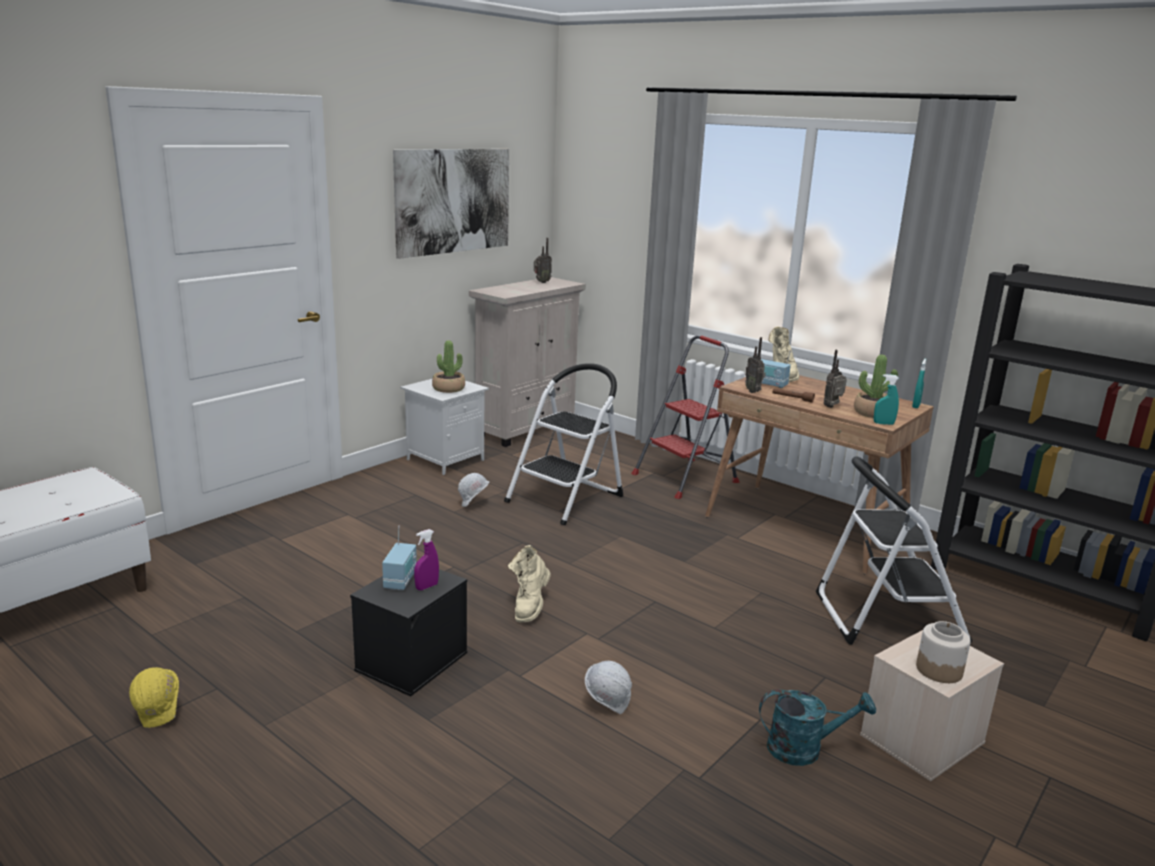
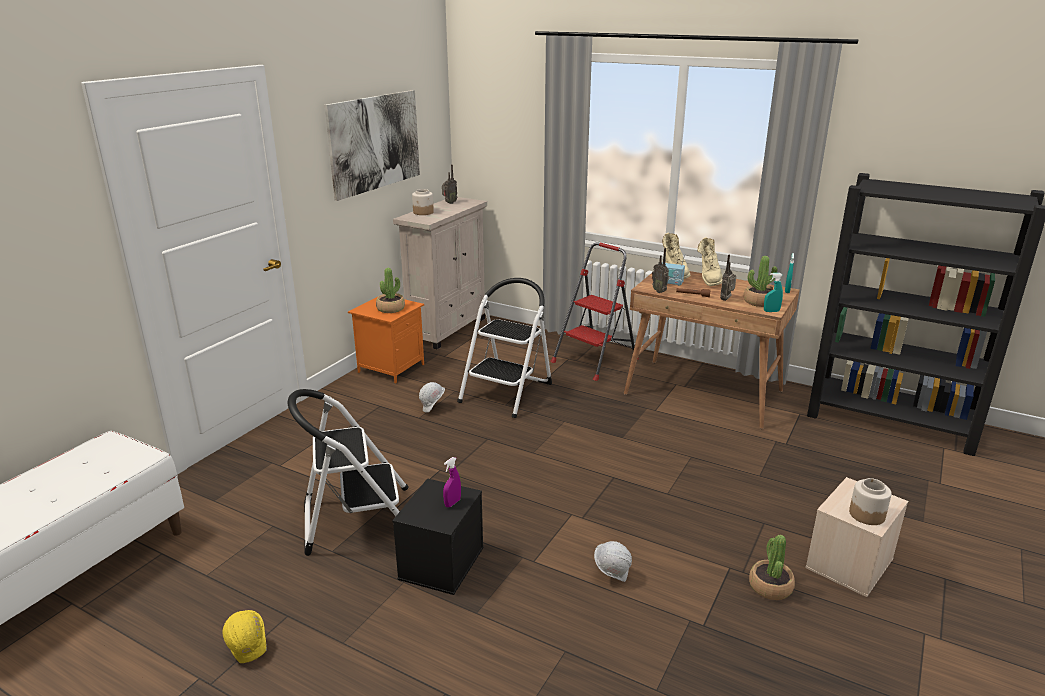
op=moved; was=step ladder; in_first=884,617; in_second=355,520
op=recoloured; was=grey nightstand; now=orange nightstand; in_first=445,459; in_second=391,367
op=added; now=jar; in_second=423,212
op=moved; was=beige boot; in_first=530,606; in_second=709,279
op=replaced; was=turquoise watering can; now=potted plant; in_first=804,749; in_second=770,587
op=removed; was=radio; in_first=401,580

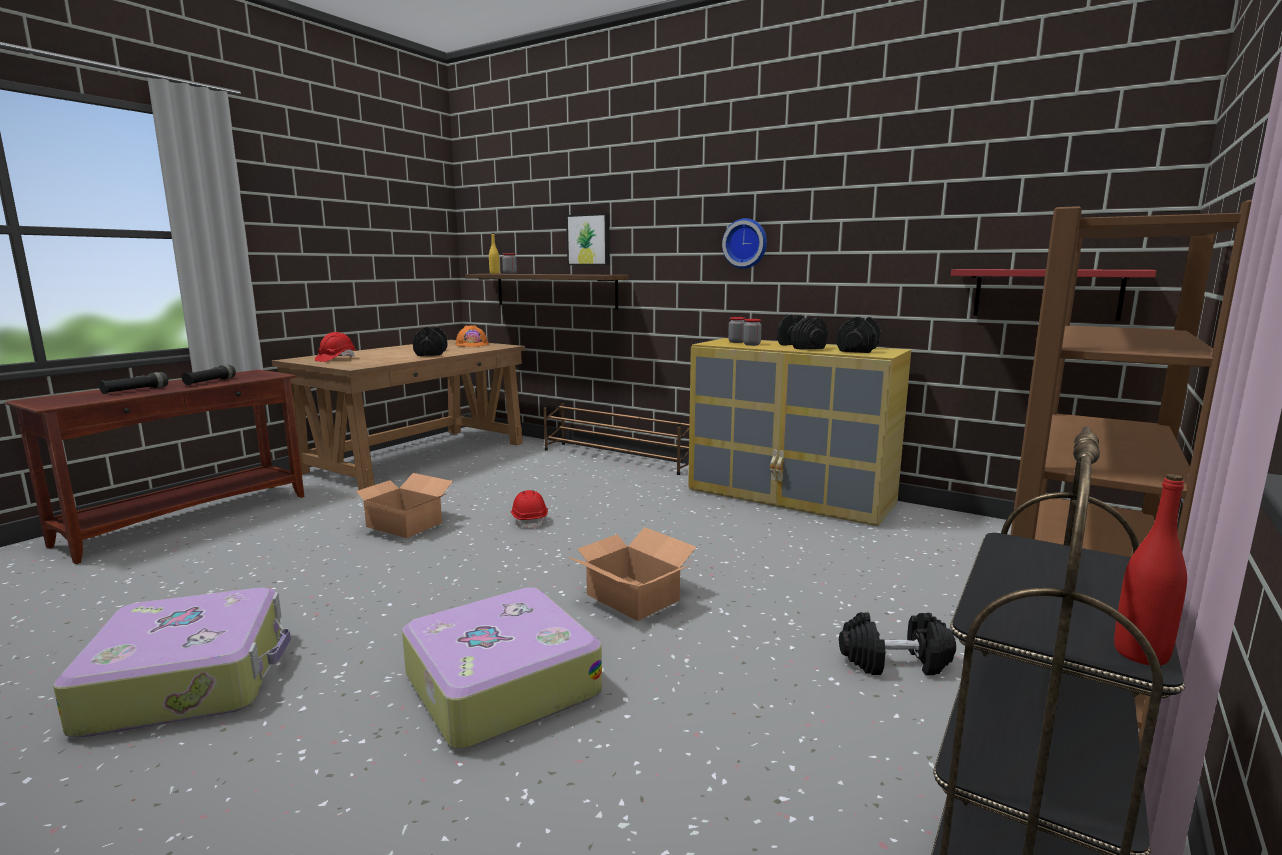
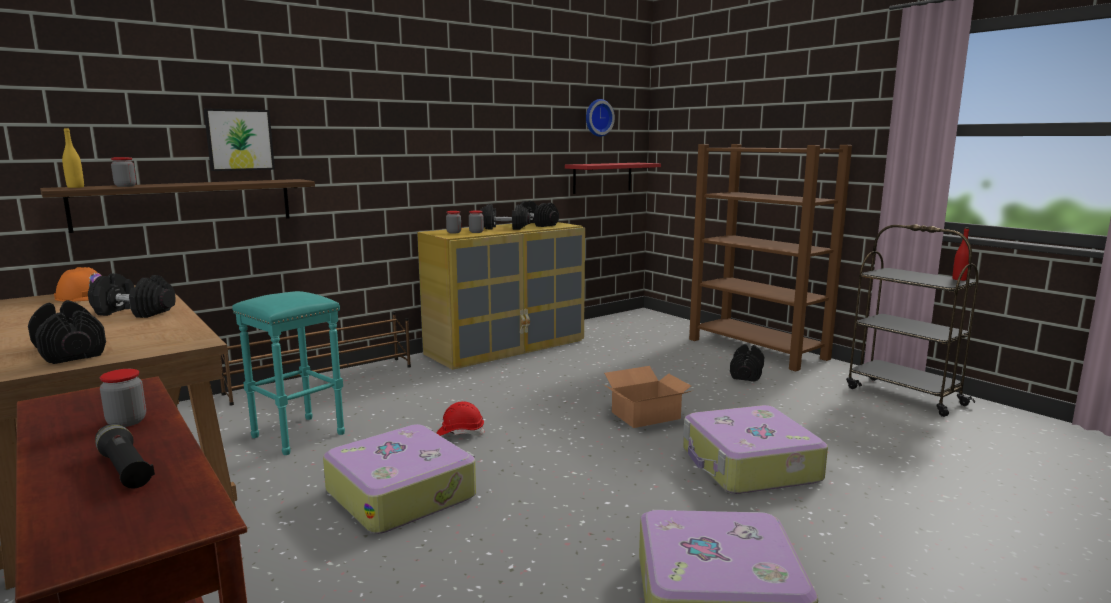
op=replaced; was=red hard hat; now=black dumbbell; in_first=336,359; in_second=69,352
op=replaced; was=black flashlight; now=jar; in_first=210,382; in_second=127,422
op=added; now=turquoise stool; in_second=300,435
op=replaced; was=cardboard box; now=suitcase; in_first=404,524; in_second=402,493
op=moved; was=wall clock; in_first=746,243; in_second=597,118

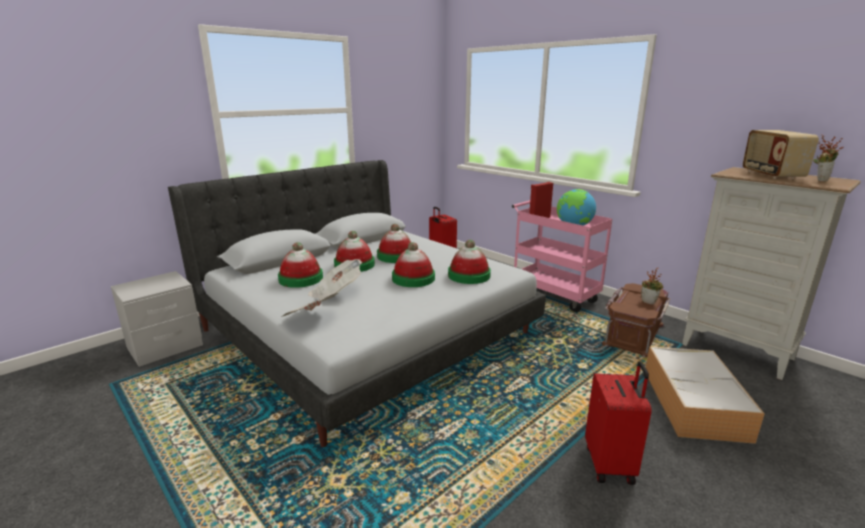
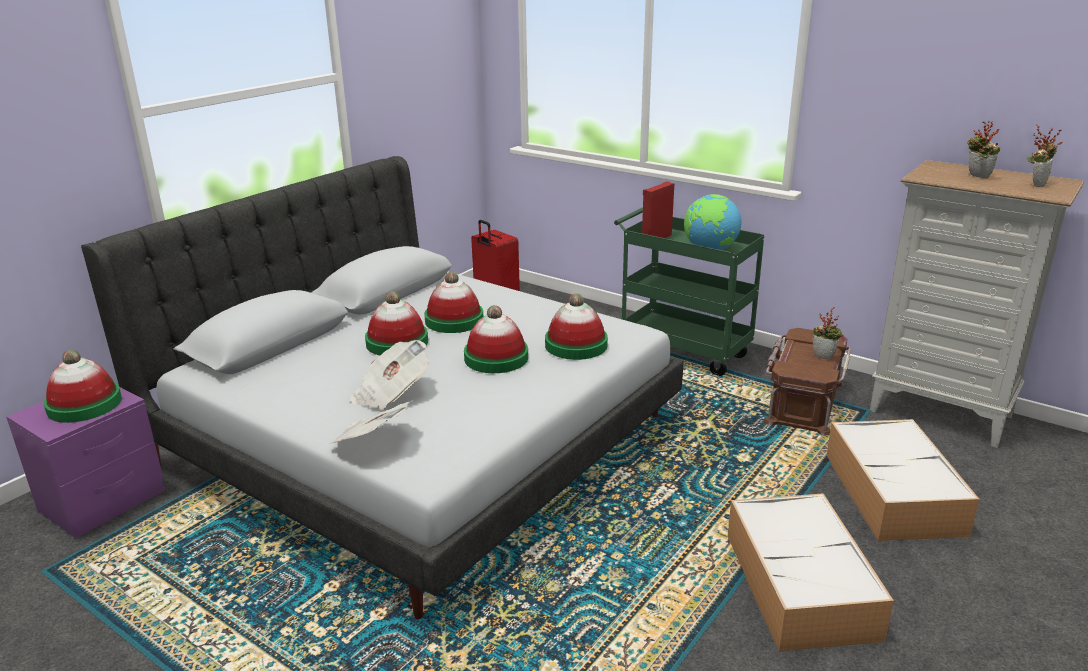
op=recoloured; was=grey nightstand; now=purple nightstand; in_first=165,347; in_second=102,501
op=moved; was=hat; in_first=301,279; in_second=84,404
op=recoloured; was=pink cart; now=green cart; in_first=552,296; in_second=681,352
op=replaced; was=red suitcase; now=storage box; in_first=610,464; in_second=801,587
op=replaced; was=radio; now=potted plant; in_first=770,175; in_second=976,176

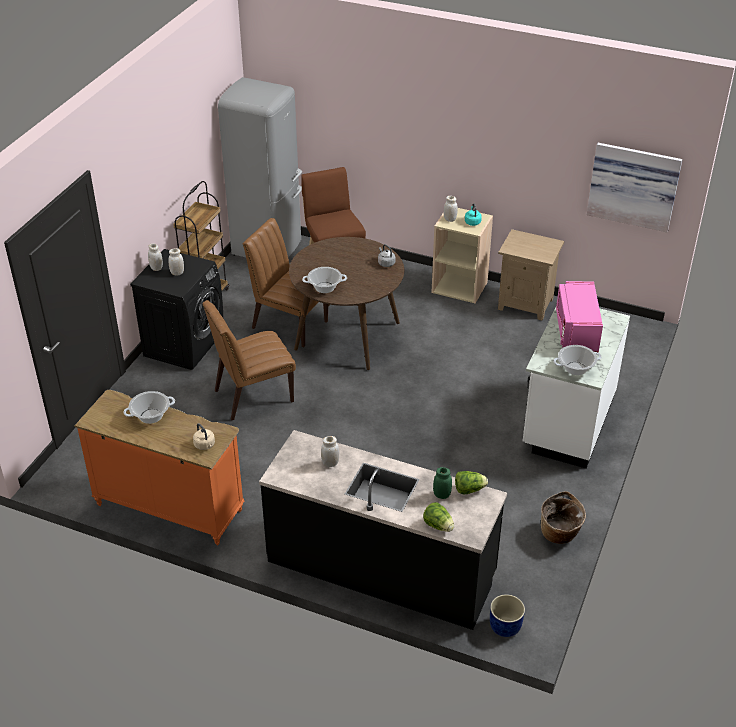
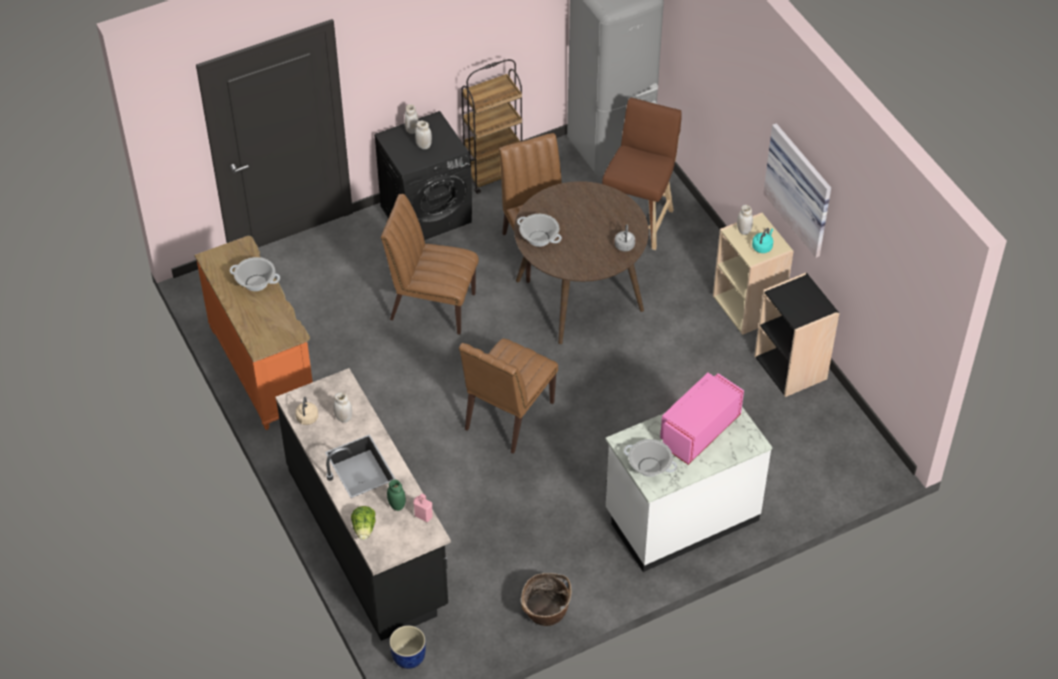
op=moved; was=beige kettle; in_first=205,445; in_second=307,419
op=replaced; was=lettuce; now=pink bottle; in_first=469,489; in_second=423,516
op=added; now=brown chair; in_second=509,415
op=replaced; was=beige nightstand; now=black bookcase; in_first=525,305; in_second=791,368
op=moved; was=picture; in_first=634,185; in_second=801,188

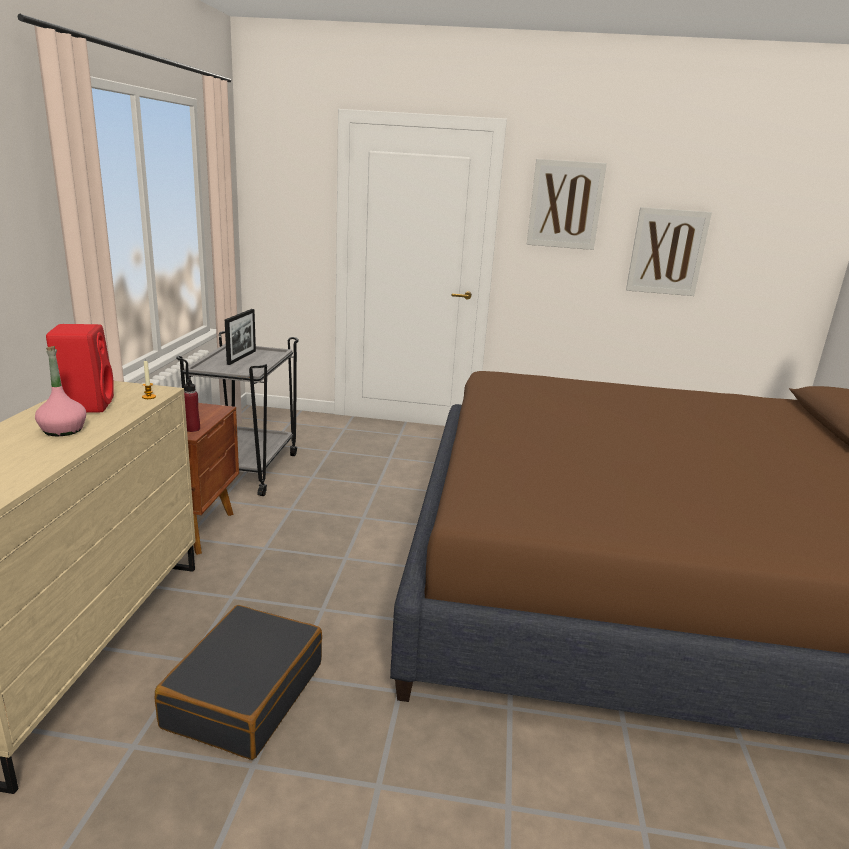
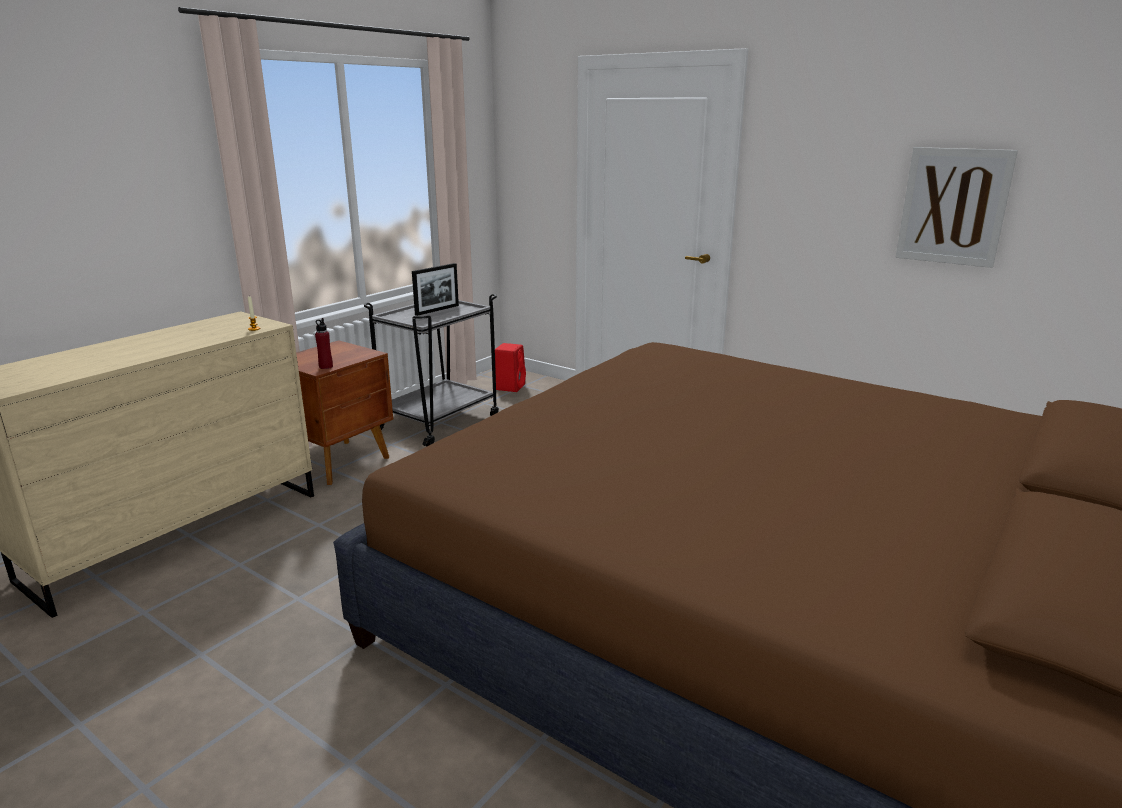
op=moved; was=red speaker; in_first=86,404; in_second=510,387
op=removed; was=pink bottle; in_first=63,430
op=removed; was=black suitcase; in_first=244,694
op=removed; was=picture; in_first=565,204

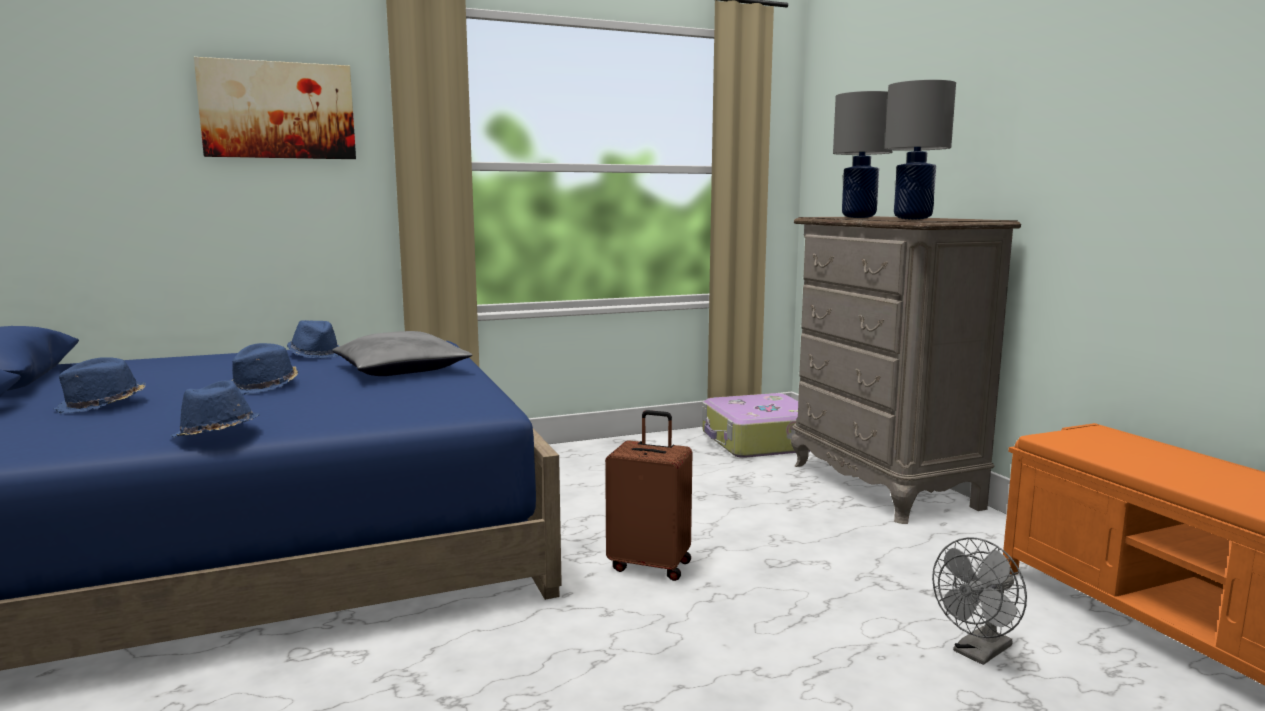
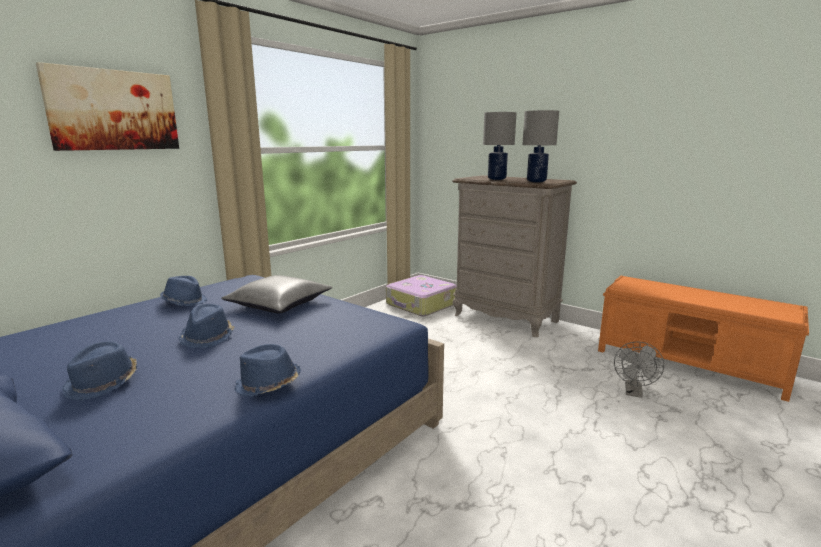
op=removed; was=brown suitcase; in_first=651,565

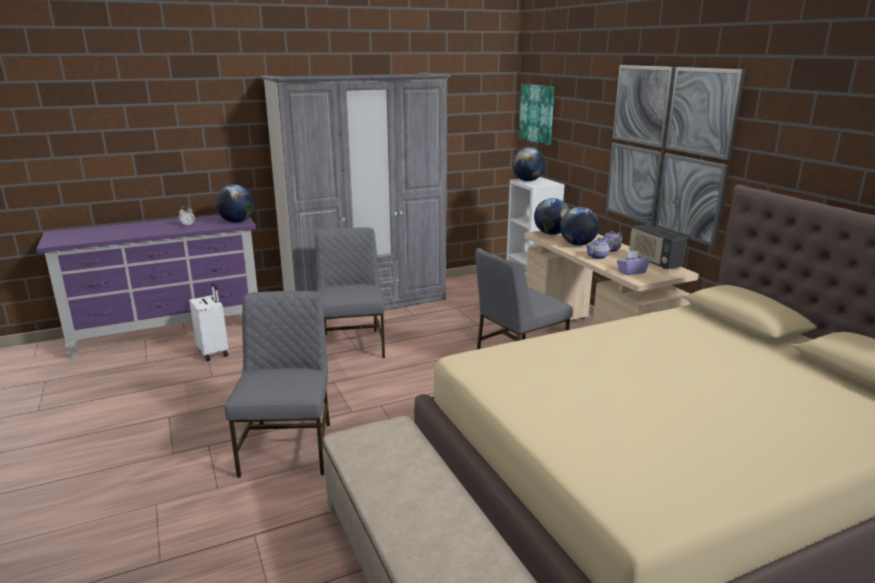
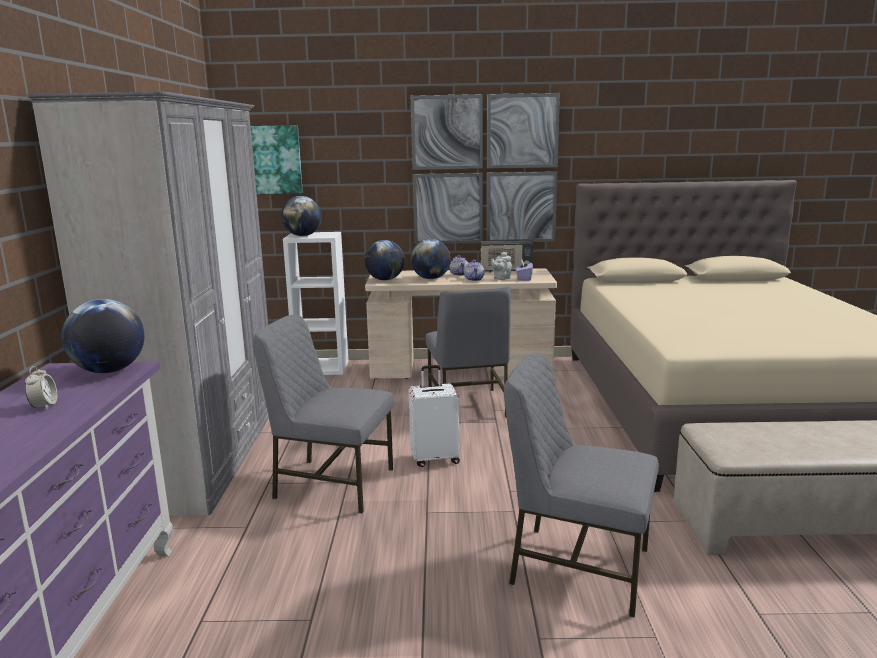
op=moved; was=white suitcase; in_first=214,352; in_second=435,458
op=added; now=grey teapot; in_second=501,278

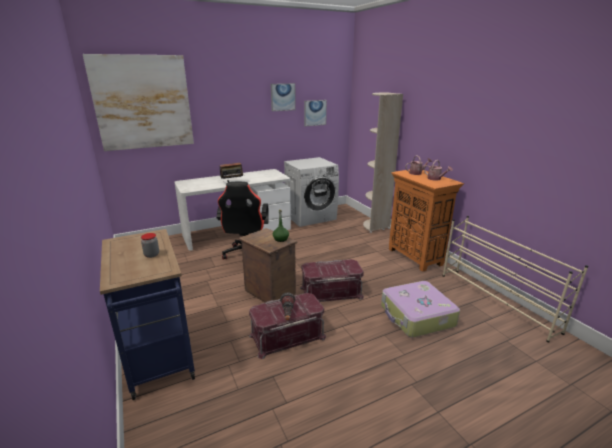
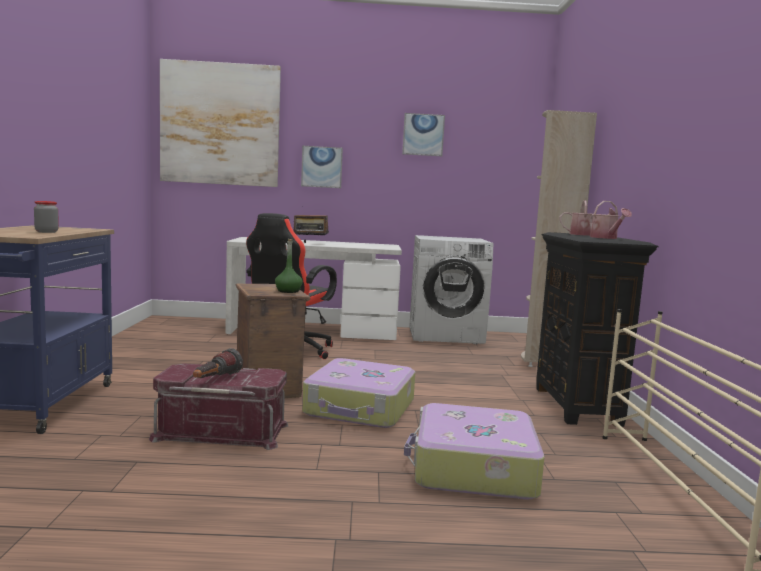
op=moved; was=picture; in_first=315,113; in_second=322,167
op=replaced; was=red storage box; now=suitcase; in_first=331,292; in_second=360,408
op=recoloured; was=orange cabinet; now=black cabinet; in_first=416,257; in_second=578,406

